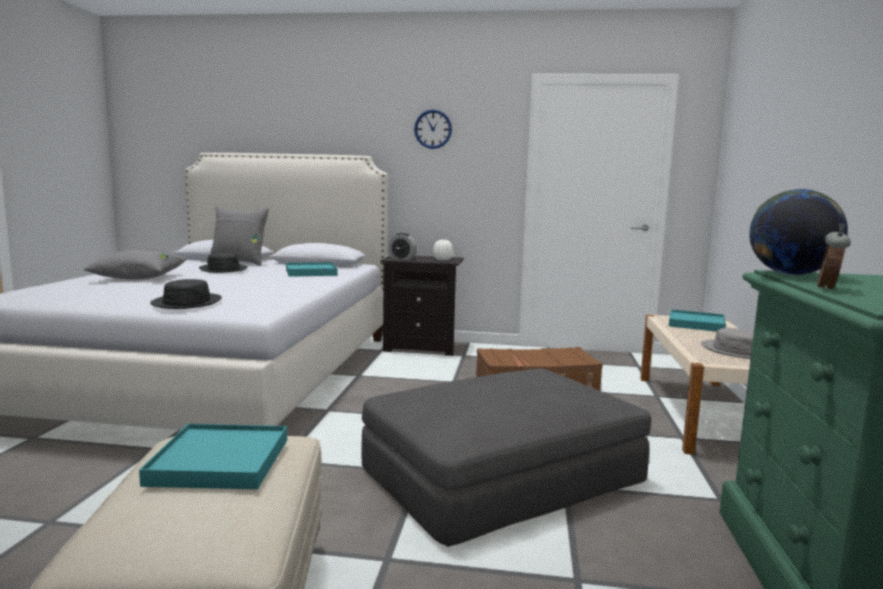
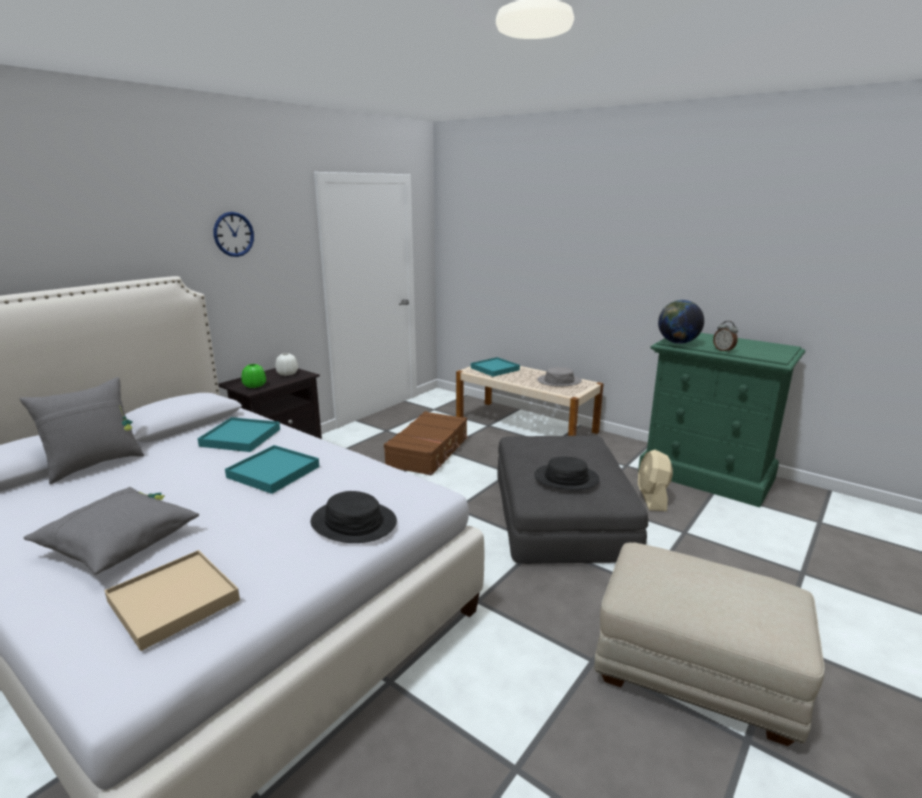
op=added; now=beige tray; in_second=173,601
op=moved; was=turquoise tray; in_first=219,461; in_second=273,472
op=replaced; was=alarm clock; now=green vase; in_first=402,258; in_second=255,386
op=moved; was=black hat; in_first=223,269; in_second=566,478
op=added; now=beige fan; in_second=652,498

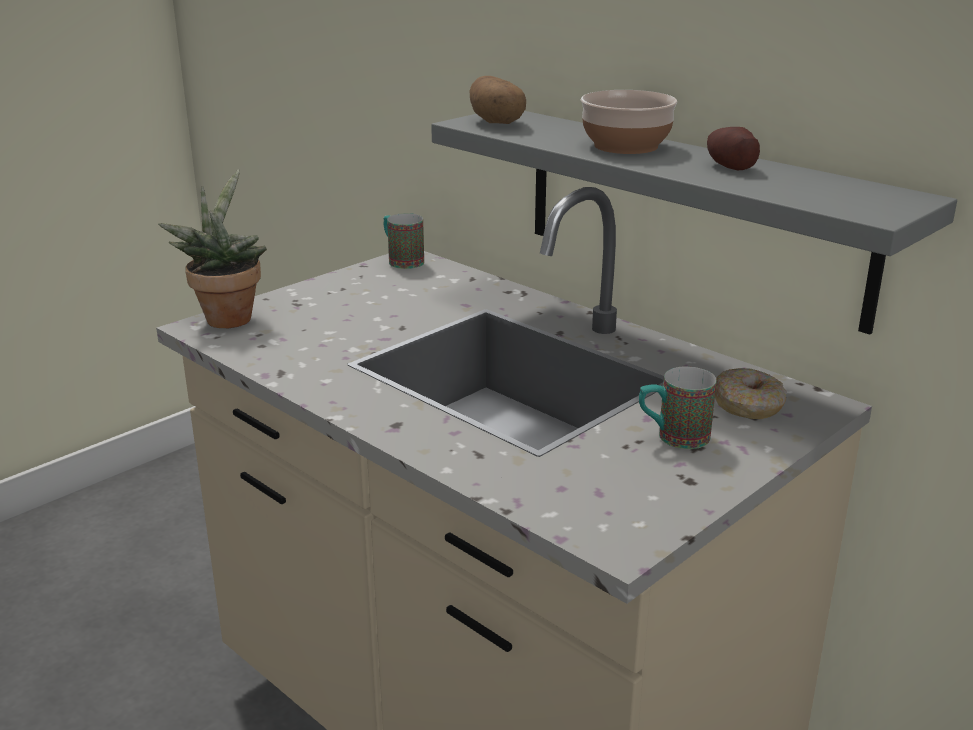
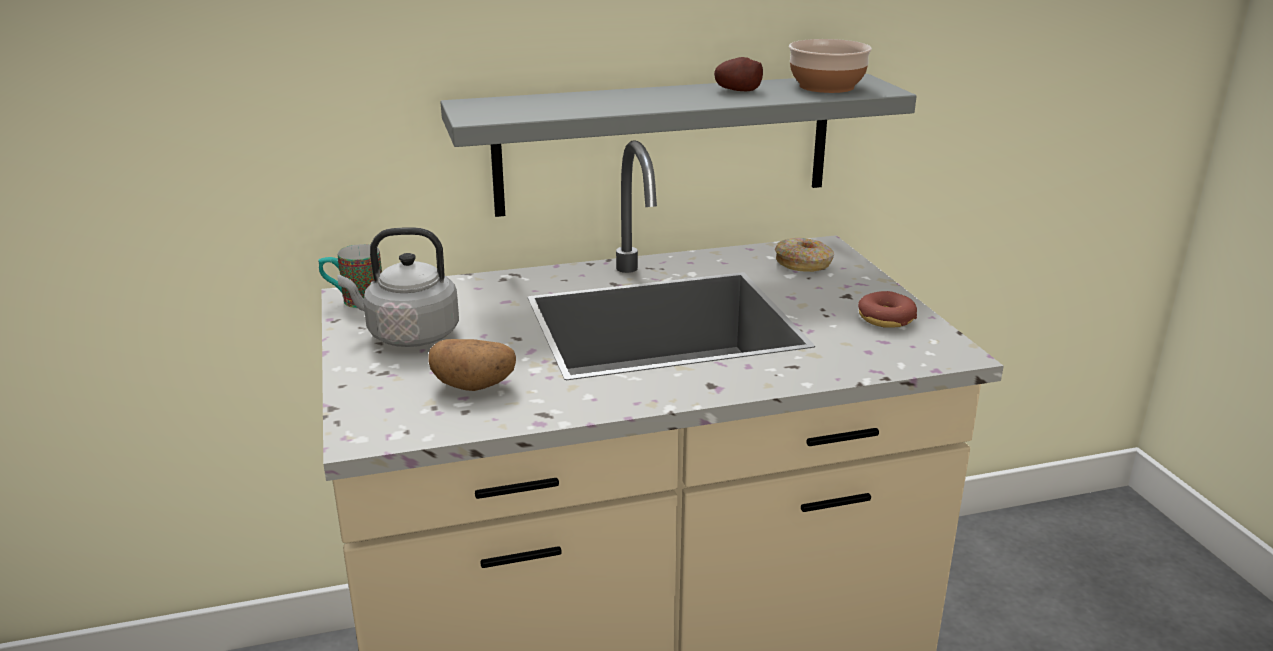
op=added; now=grey kettle; in_second=408,335
op=moved; was=potato; in_first=498,123; in_second=474,386
op=moved; was=bowl; in_first=627,146; in_second=827,86
op=added; now=donut; in_second=885,319
op=removed; was=potted plant; in_first=227,317
op=removed; was=mug; in_first=672,437

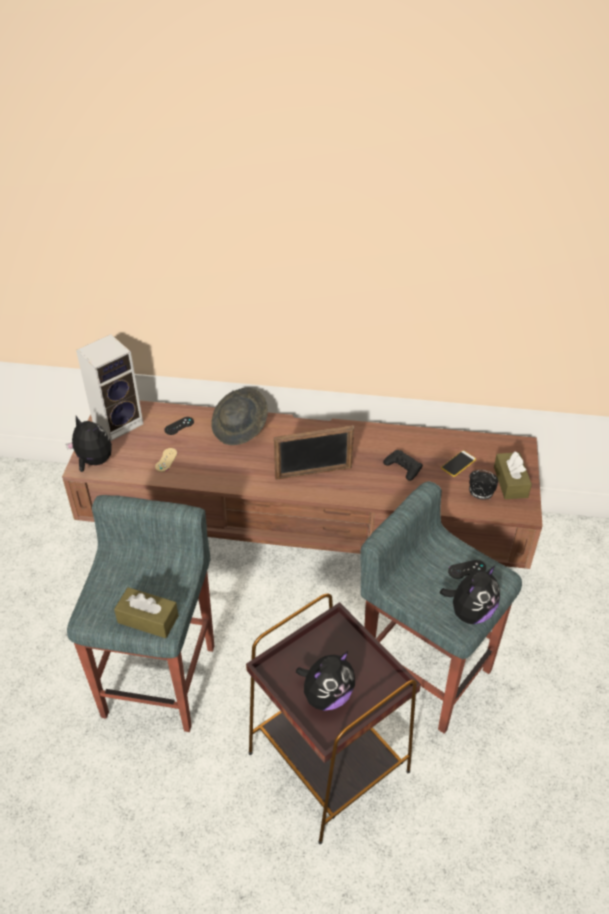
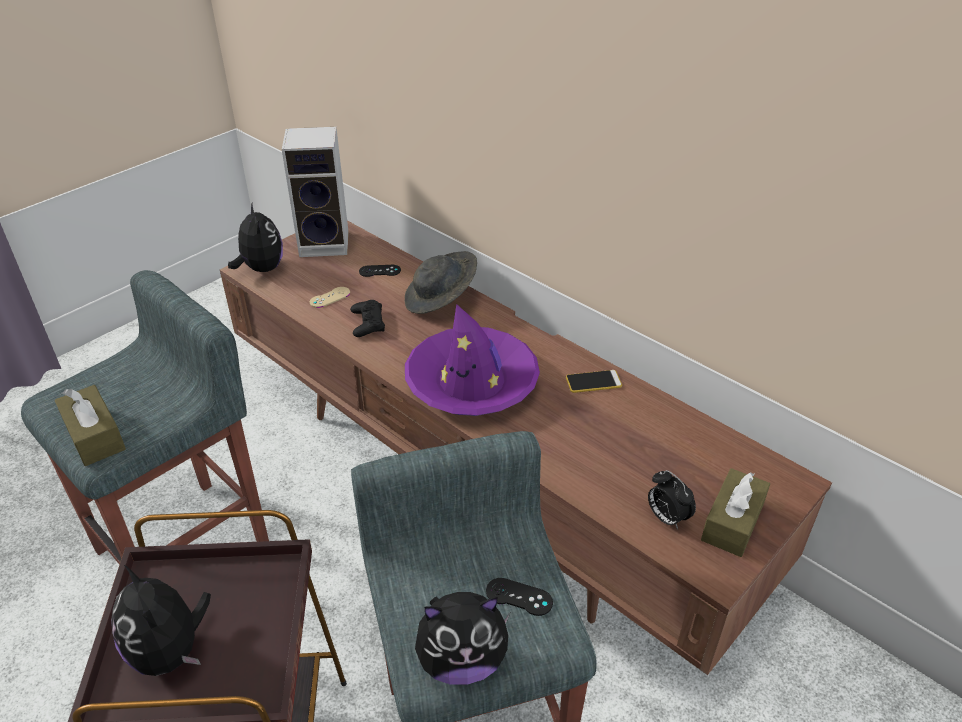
op=turned; was=plush toy; in_first=326,695; in_second=171,651; clockwise=60
op=moved; was=black game controller; in_first=403,467; in_second=368,323
op=replaced; was=picture frame; now=purple hat; in_first=313,473; in_second=472,382
op=moved; was=phone; in_first=458,464; in_second=593,382

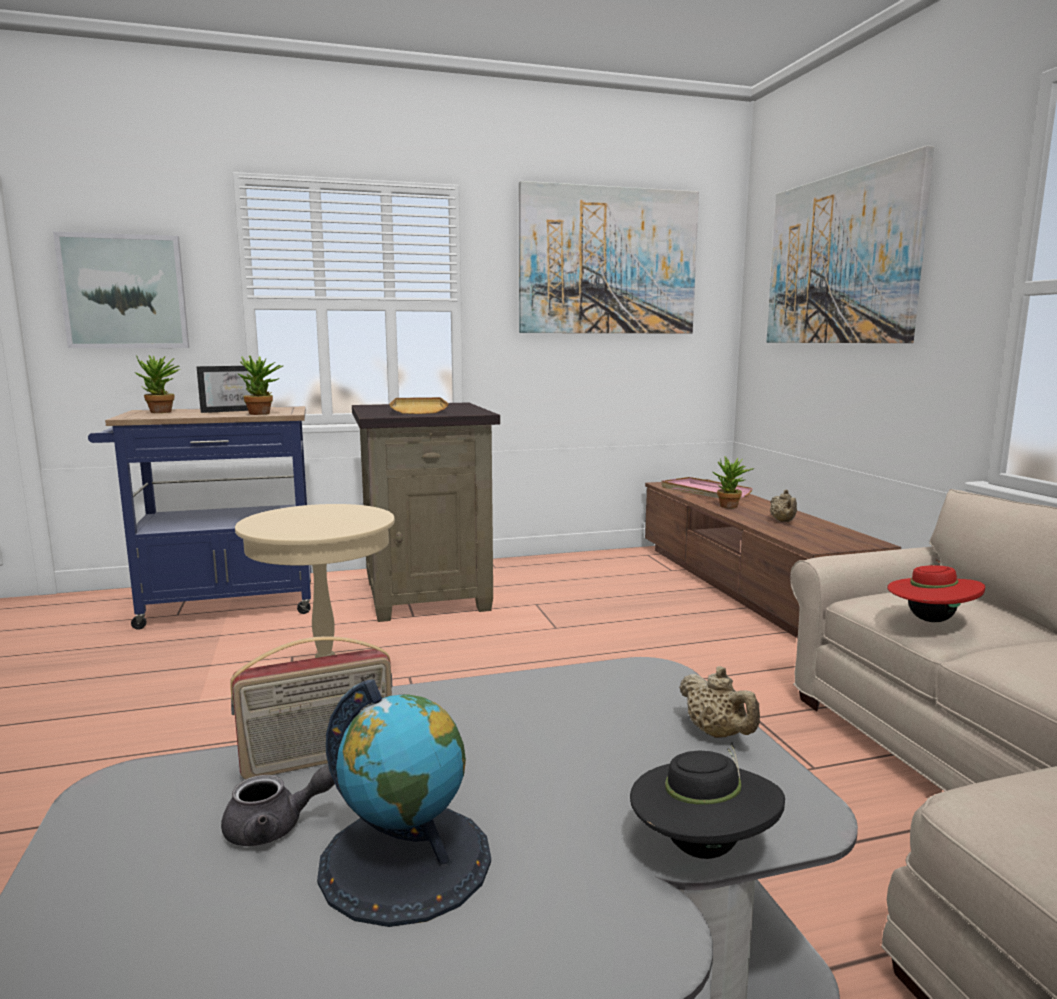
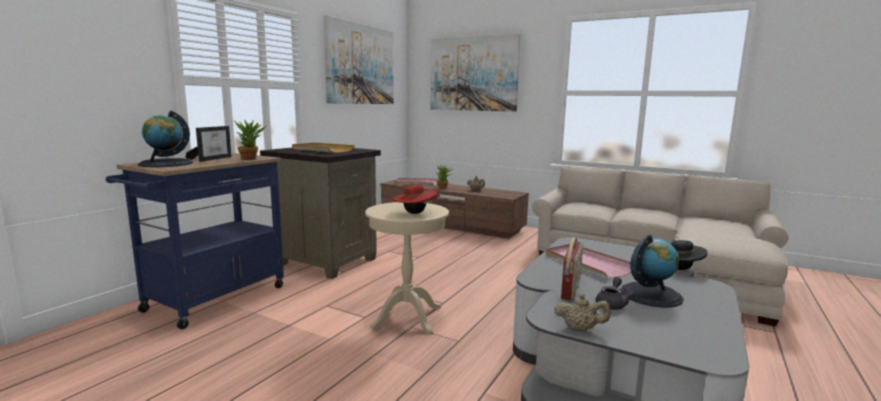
op=replaced; was=potted plant; now=globe; in_first=161,412; in_second=165,164
op=moved; was=red hat; in_first=930,620; in_second=414,213
op=added; now=pink tray; in_second=587,263
op=moved; was=beige teapot; in_first=717,734; in_second=580,329
op=removed; was=picture; in_first=124,292

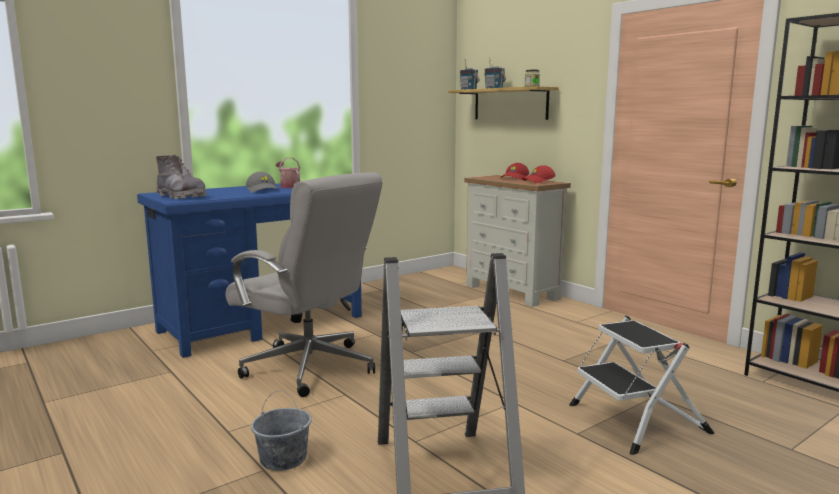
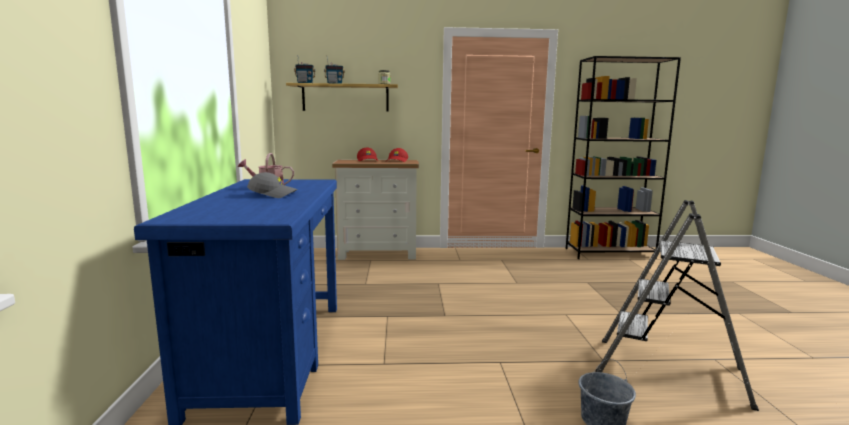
op=removed; was=grey boot; in_first=181,197
op=removed; was=grey office chair; in_first=309,366
op=removed; was=step ladder; in_first=637,420

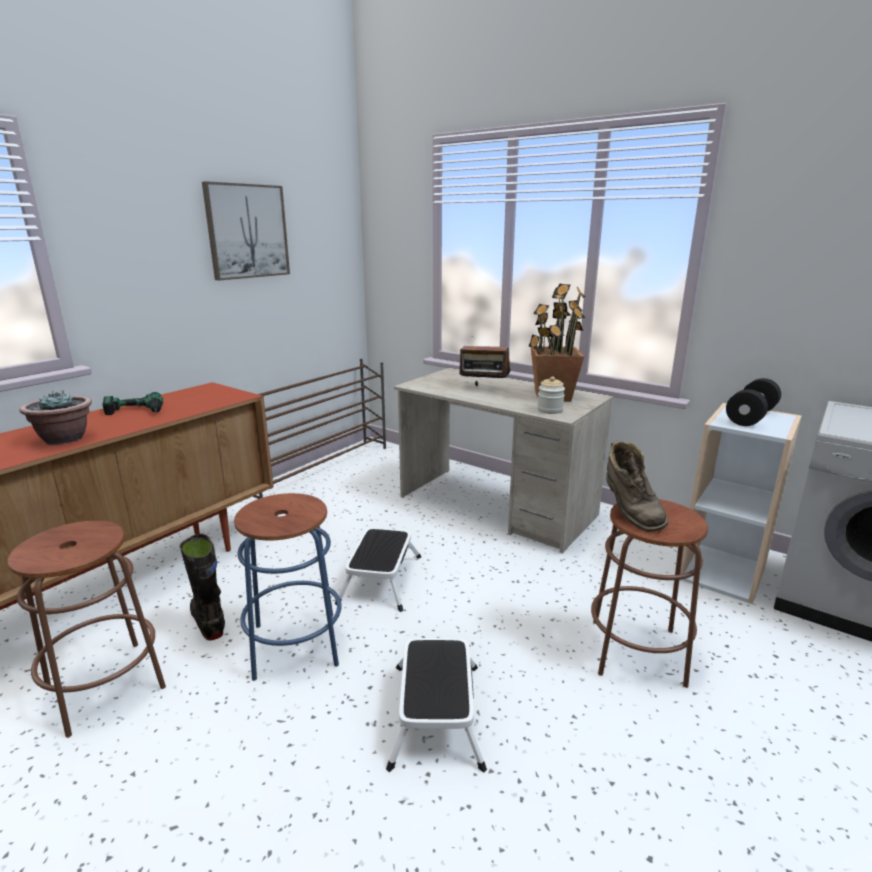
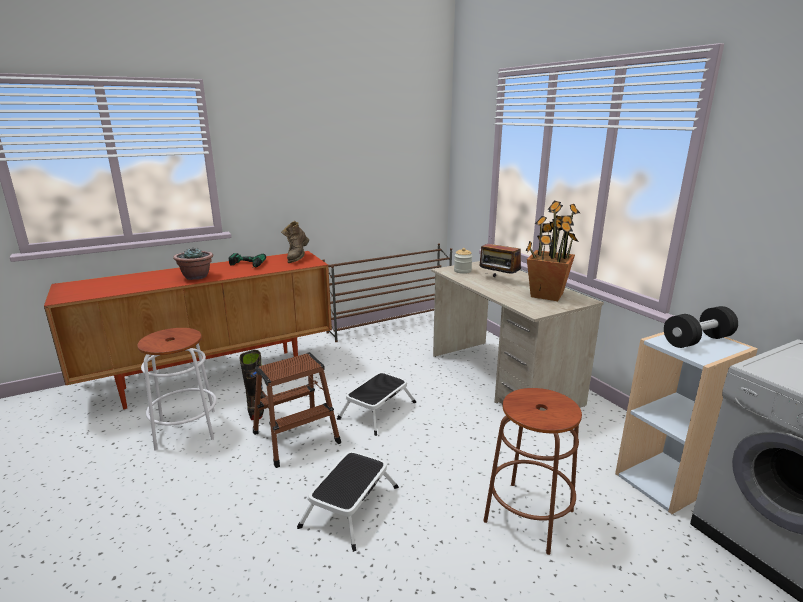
op=recoloured; was=brown stool; now=white stool; in_first=105,686; in_second=186,429
op=replaced; was=blue stool; now=brown step ladder; in_first=295,644; in_second=296,437
op=moved; was=brown boot; in_first=629,513; in_second=297,258
op=moved; was=jar; in_first=550,410; in_second=462,271
op=removed; was=picture; in_first=247,231

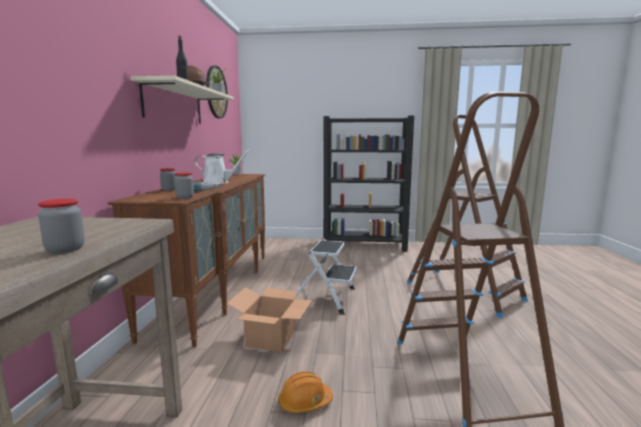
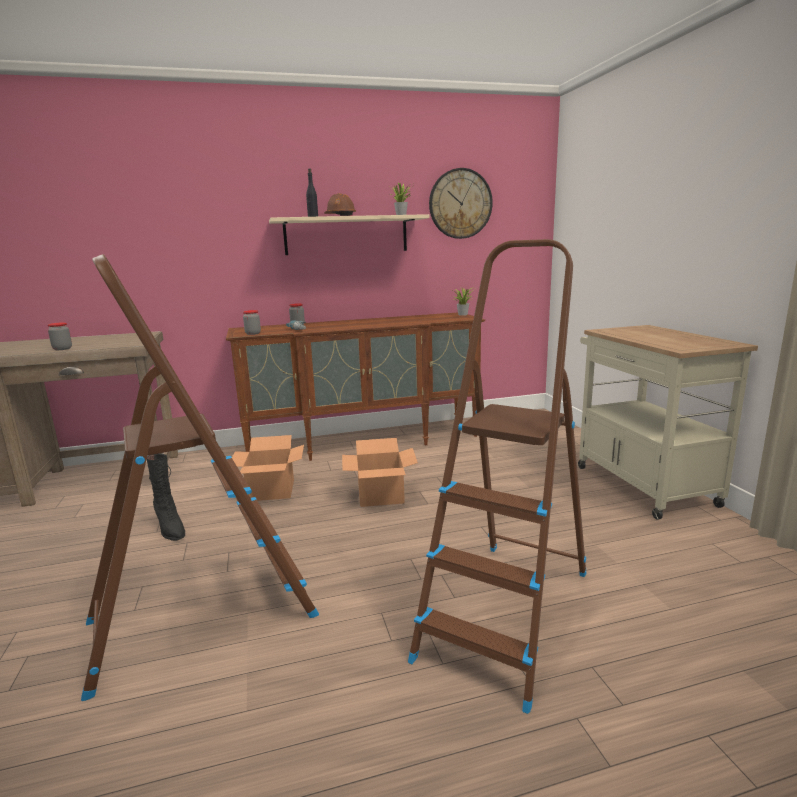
op=replaced; was=orange hard hat; now=black boot; in_first=304,402; in_second=170,528
op=replaced; was=step ladder; now=cardboard box; in_first=323,298; in_second=381,495
op=replaced; was=black bookcase; now=beige cart; in_first=364,245; in_second=641,484
op=removed; was=white watering can; in_first=218,182

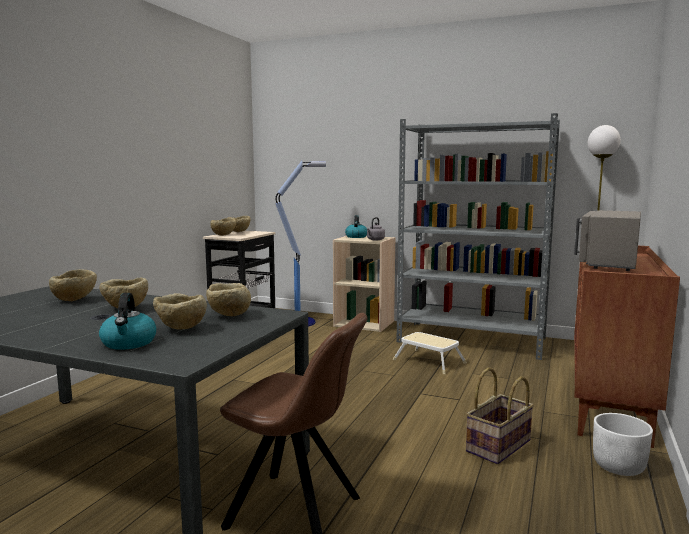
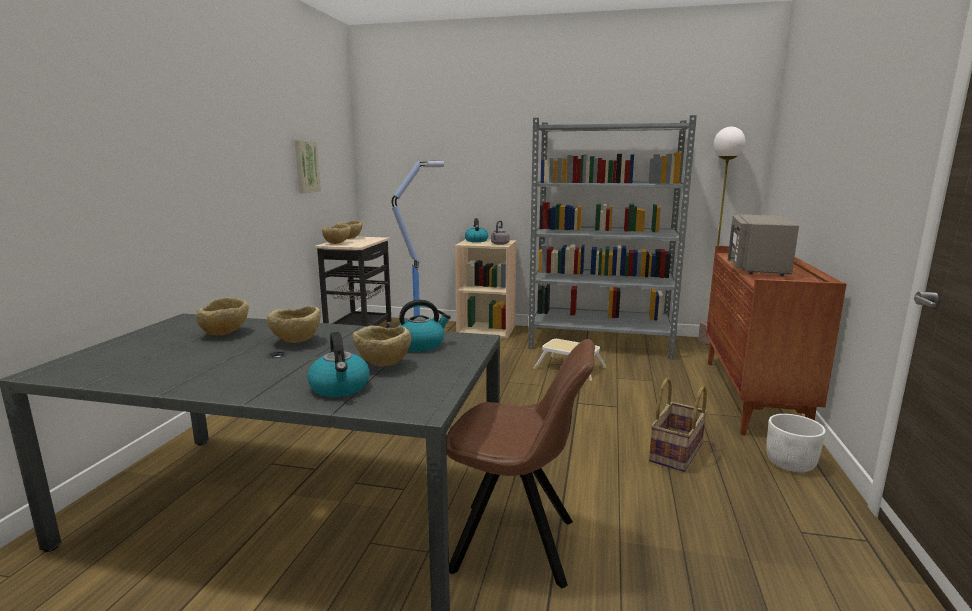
op=added; now=picture; in_second=305,166
op=replaced; was=beige bowl; now=kettle; in_first=229,316; in_second=421,345

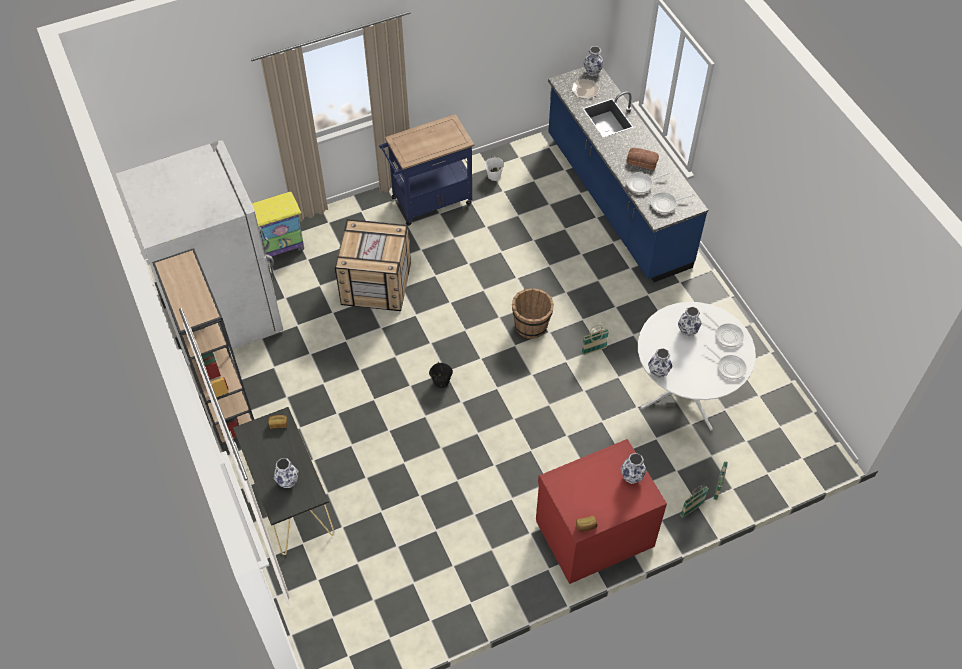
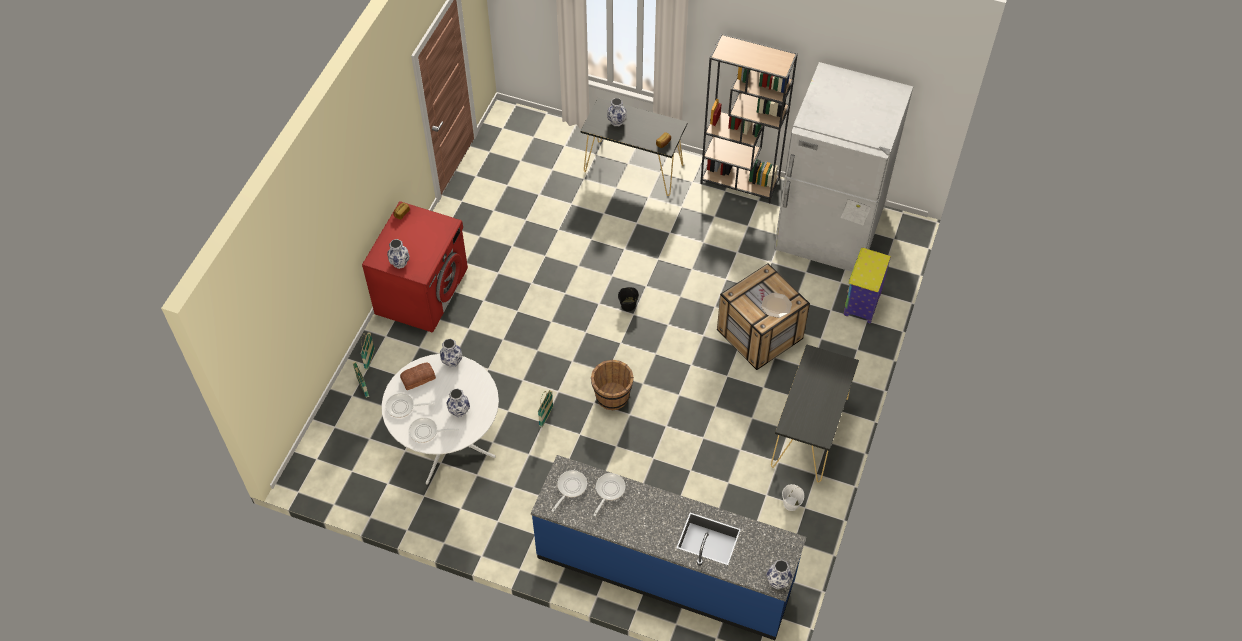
op=moved; was=bread; in_first=642,161; in_second=417,378
op=moved; was=plate; in_first=585,89; in_second=776,305
op=replaced; was=blue cart; now=black console table; in_first=429,202; in_second=809,432

